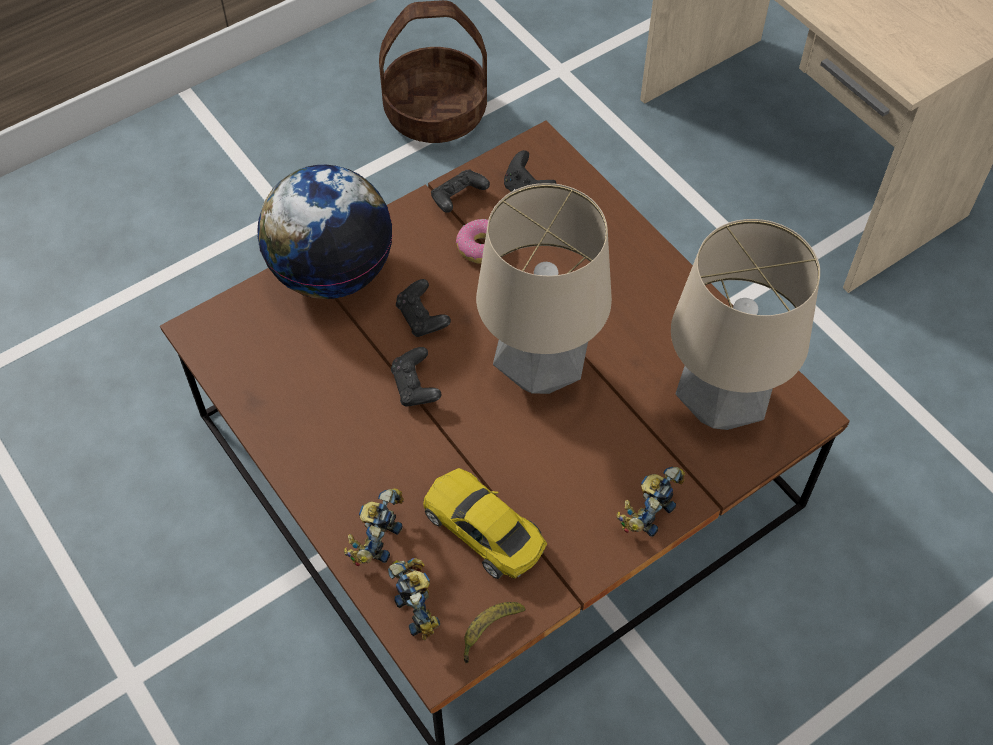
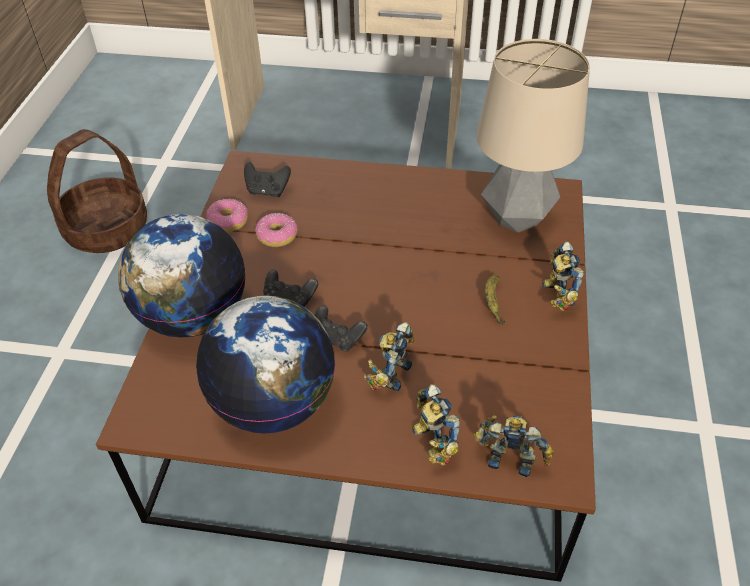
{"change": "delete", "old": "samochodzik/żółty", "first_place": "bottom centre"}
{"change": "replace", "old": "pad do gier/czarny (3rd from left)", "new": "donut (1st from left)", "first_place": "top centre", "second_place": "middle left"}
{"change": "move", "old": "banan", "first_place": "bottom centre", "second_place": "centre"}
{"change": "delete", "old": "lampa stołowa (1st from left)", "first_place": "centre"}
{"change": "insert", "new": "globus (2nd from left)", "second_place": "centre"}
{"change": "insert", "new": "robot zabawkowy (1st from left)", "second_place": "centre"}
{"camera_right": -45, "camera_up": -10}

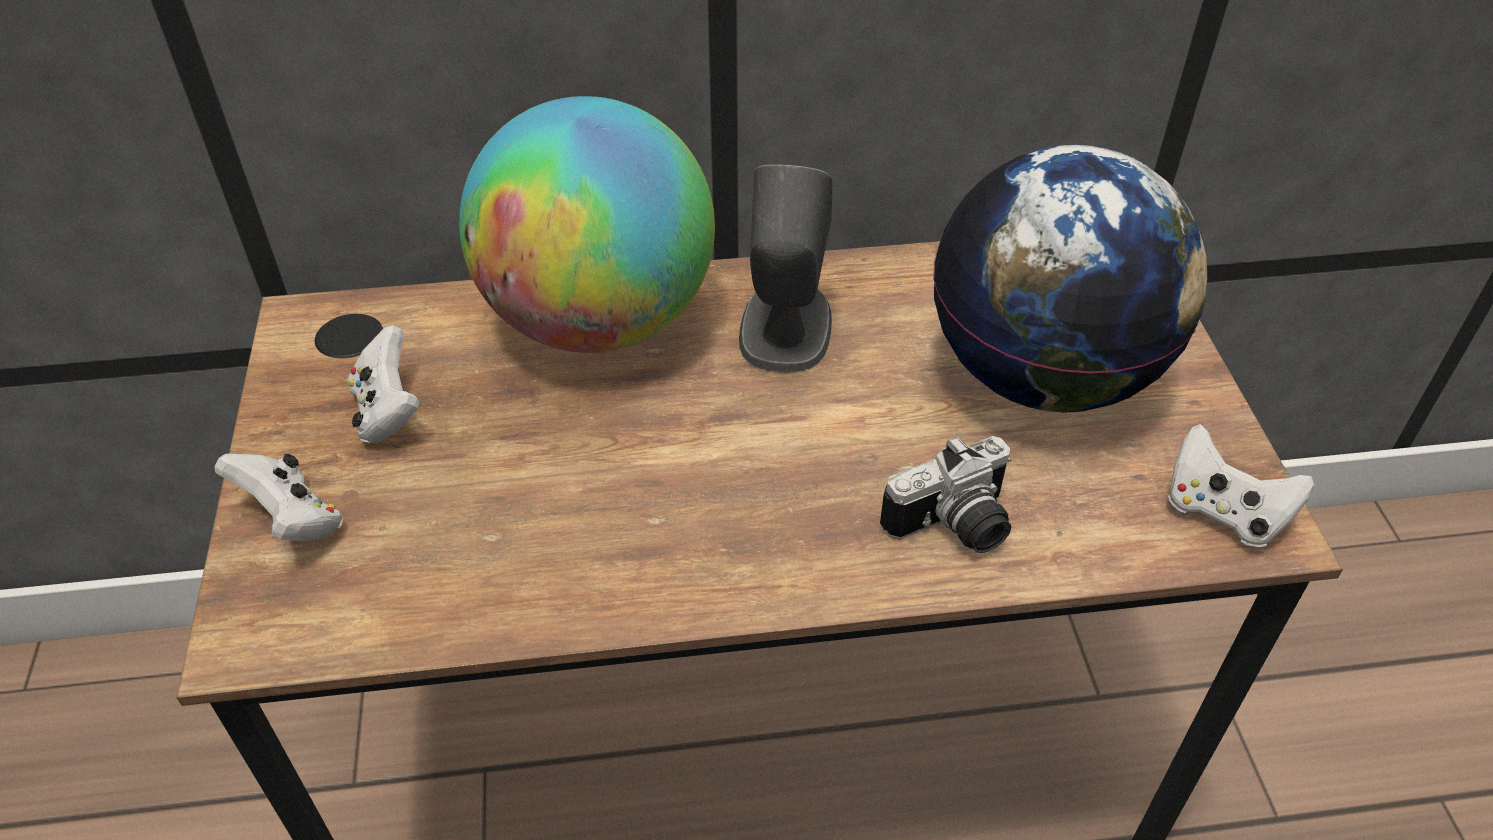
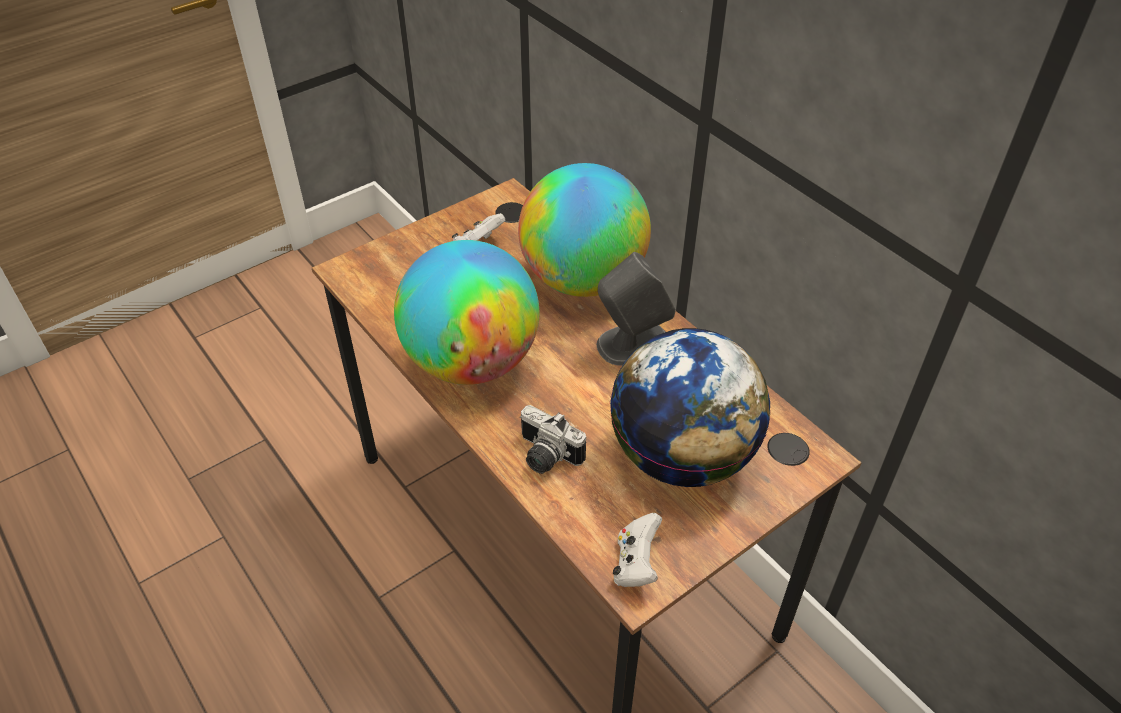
{"change": "delete", "old": "pad do gier/biały (1st from left)", "first_place": "middle left"}
{"change": "insert", "new": "globus (1st from left)", "second_place": "centre"}
{"camera_right": 60, "camera_up": 0}

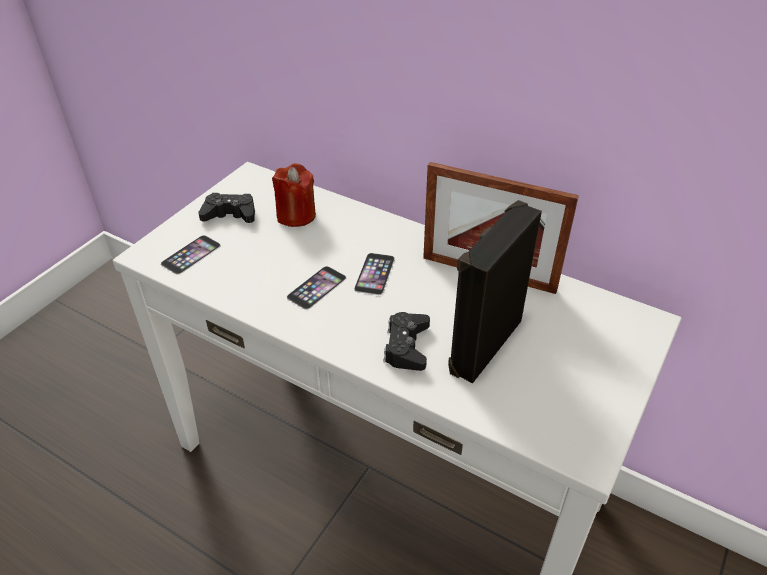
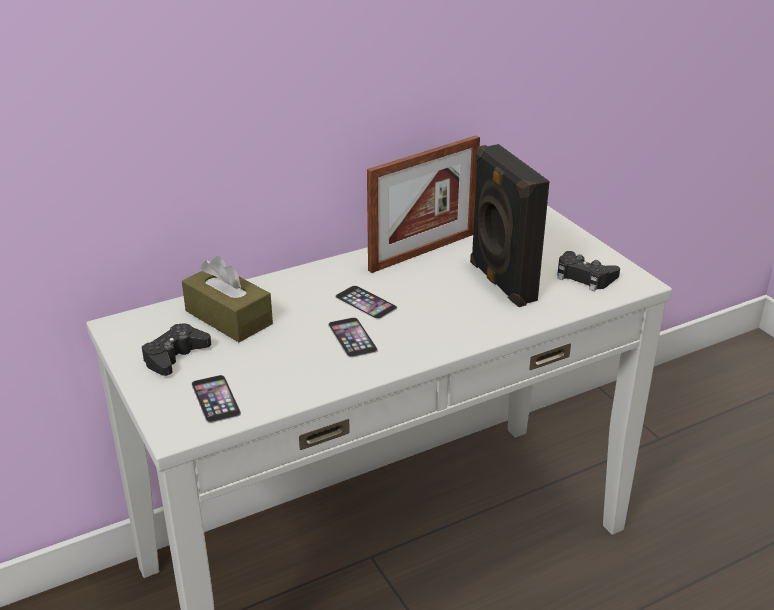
{"change": "replace", "old": "świeca/czerwony", "new": "pudełko chusteczek/brązowy", "first_place": "centre", "second_place": "middle left"}
{"change": "move", "old": "pad do gier/czarny (2nd from left)", "first_place": "centre", "second_place": "middle right"}
{"camera_right": -60, "camera_up": -10}

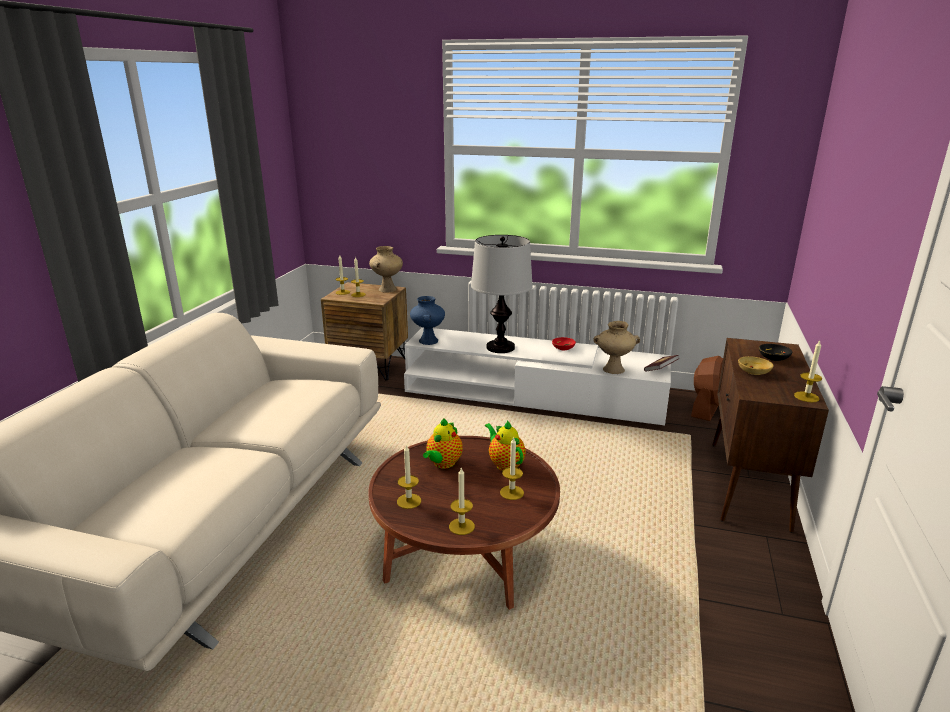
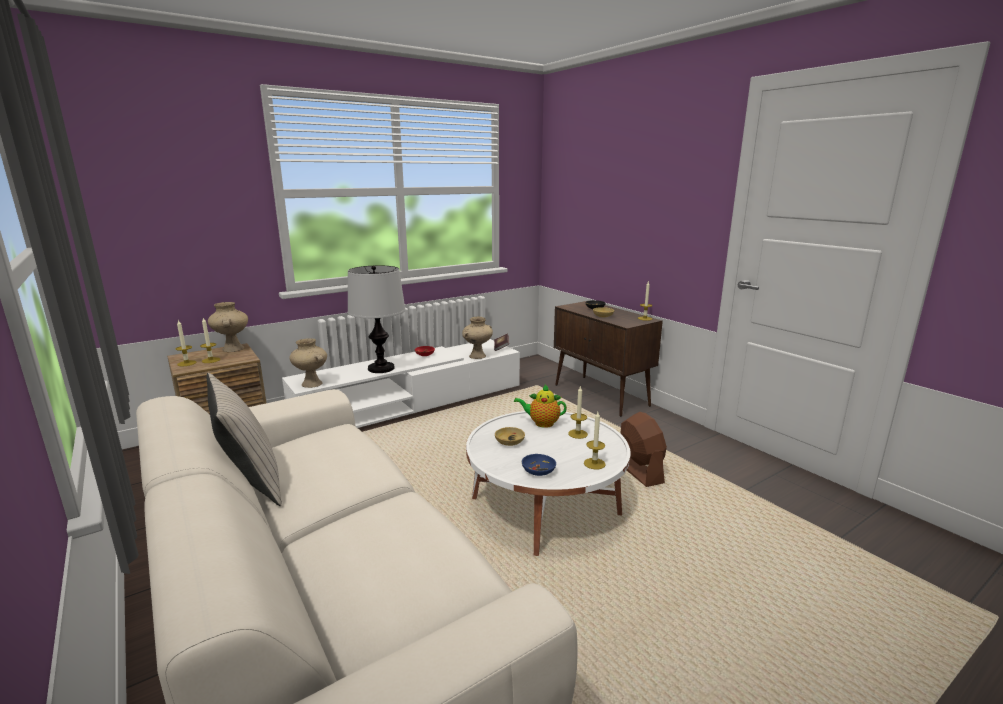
{"change": "recolor", "old": "ława/brązowy", "new": "ława/biały", "first_place": "bottom centre", "second_place": "bottom centre"}
{"change": "replace", "old": "świeca (3rd from left)", "new": "miska/niebieski", "first_place": "bottom centre", "second_place": "centre"}
{"change": "recolor", "old": "wazon/niebieski", "new": "wazon/beżowy (2nd from left)", "first_place": "centre", "second_place": "middle left"}
{"change": "replace", "old": "imbryk (1st from left)", "new": "miska/beżowy (1st from left)", "first_place": "centre", "second_place": "centre"}
{"change": "move", "old": "wentylator/brązowy", "first_place": "middle right", "second_place": "centre"}
{"change": "insert", "new": "poduszka/beżowy", "second_place": "middle left"}
{"camera_right": -50, "camera_up": -5}

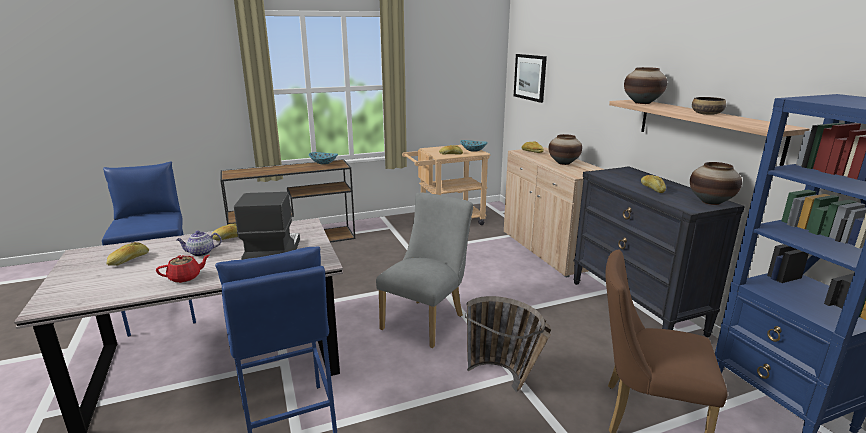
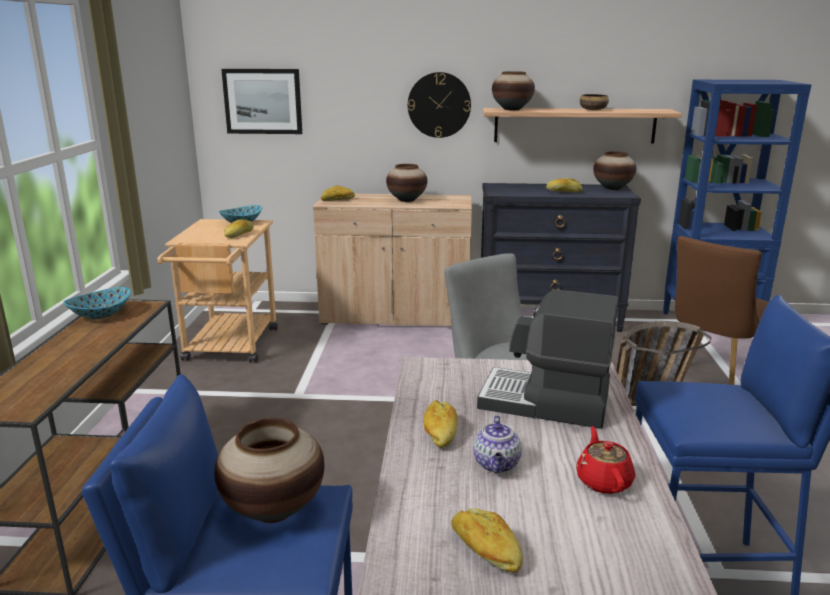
{"change": "insert", "new": "wazon (1st from left)", "second_place": "bottom left"}
{"change": "insert", "new": "zegar ścienny", "second_place": "top centre"}
{"camera_right": -65, "camera_up": 0}

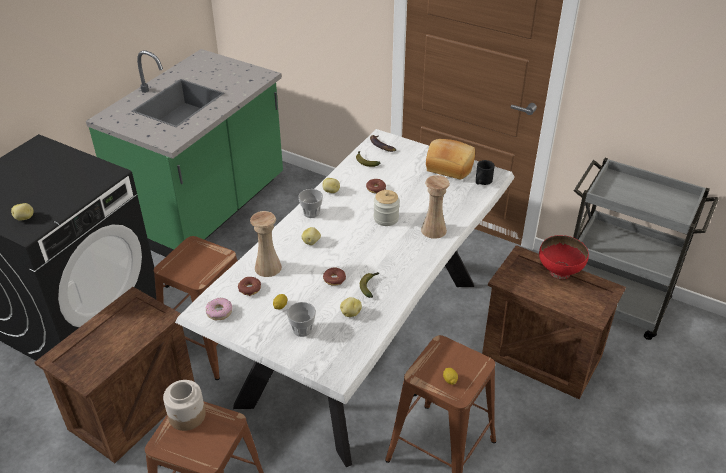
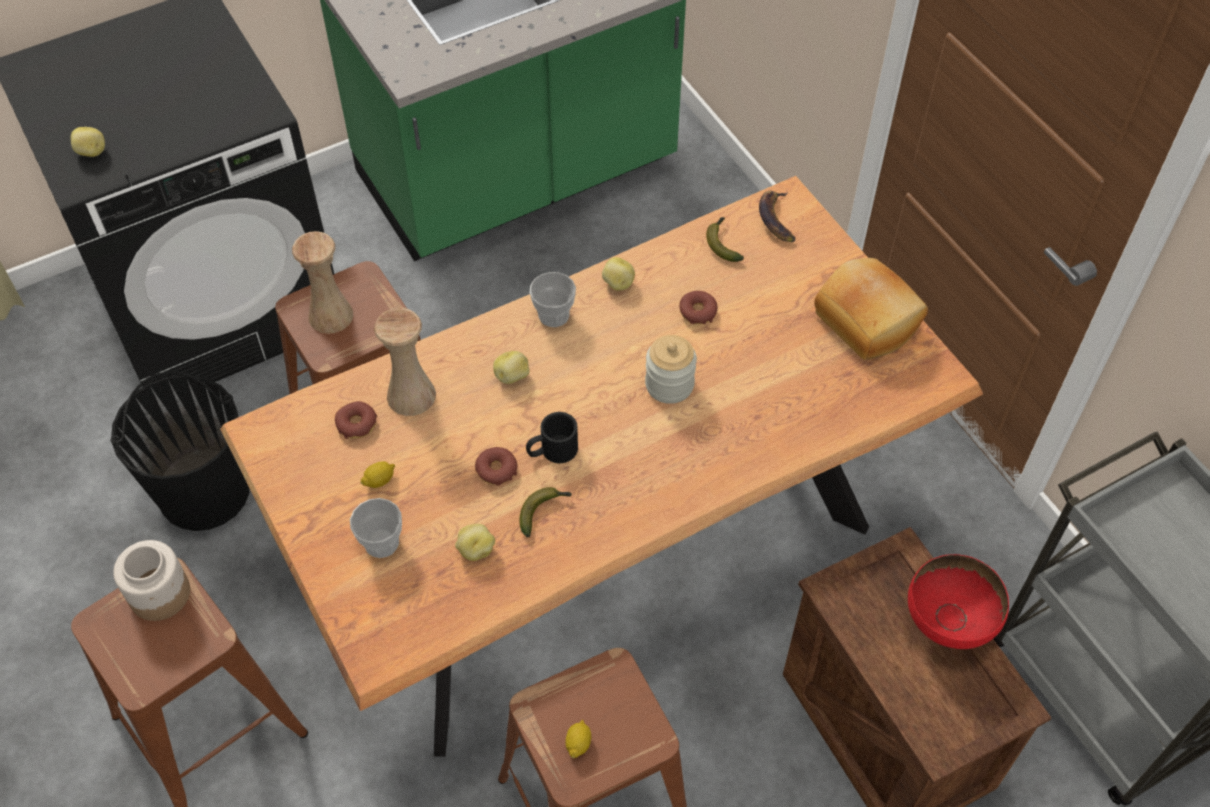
{"change": "replace", "old": "skrzynka (1st from left)", "new": "wiadro/czarny", "first_place": "bottom left", "second_place": "middle left"}
{"change": "recolor", "old": "stół jadalny/biały", "new": "stół jadalny/brązowy", "first_place": "centre", "second_place": "centre"}
{"change": "delete", "old": "donut (1st from left)", "first_place": "middle left"}
{"change": "move", "old": "wazon/beżowy (2nd from left in the first image)", "new": "wazon/beżowy (1st from left)", "first_place": "centre", "second_place": "middle left"}
{"change": "move", "old": "kubek/czarny", "first_place": "middle right", "second_place": "centre"}
{"camera_right": 30, "camera_up": 15}

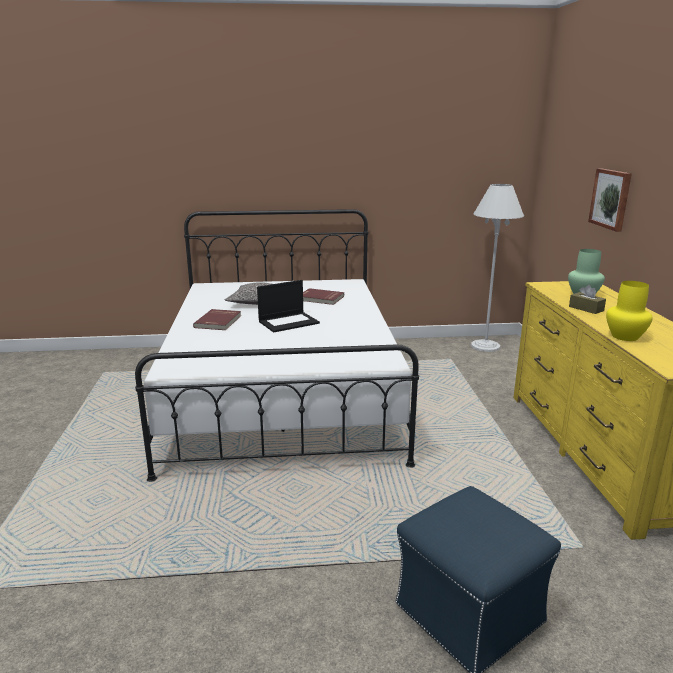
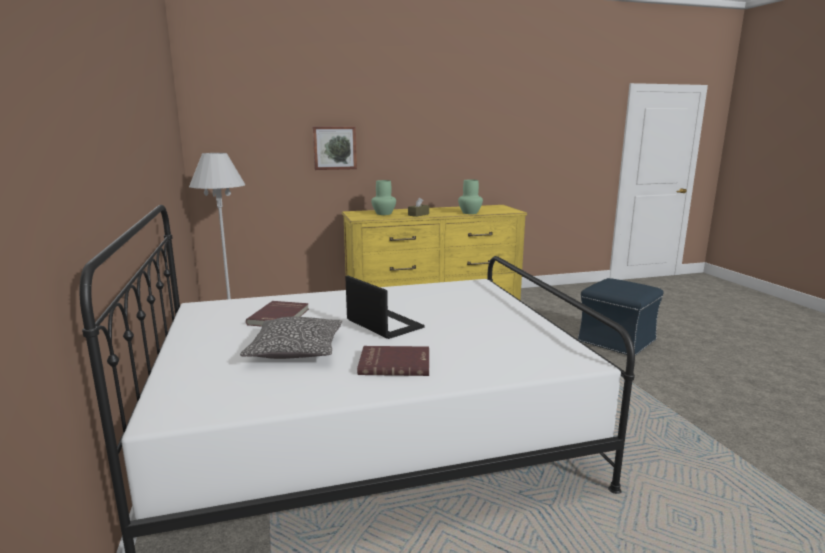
{"change": "recolor", "old": "wazon/żółty", "new": "wazon/zielony (2nd from left)", "first_place": "middle right", "second_place": "centre"}
{"camera_right": -100, "camera_up": -5}

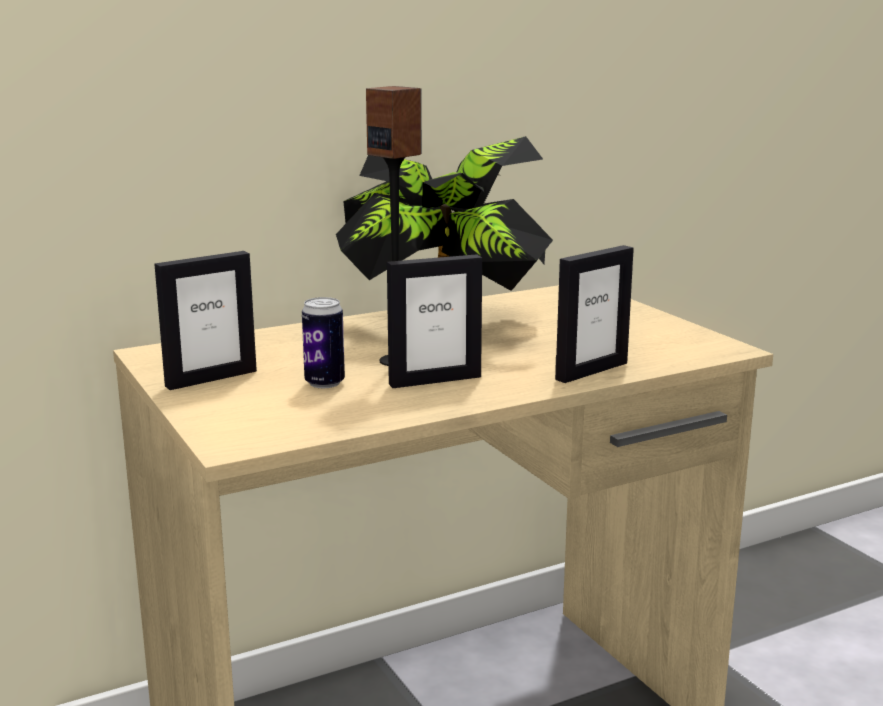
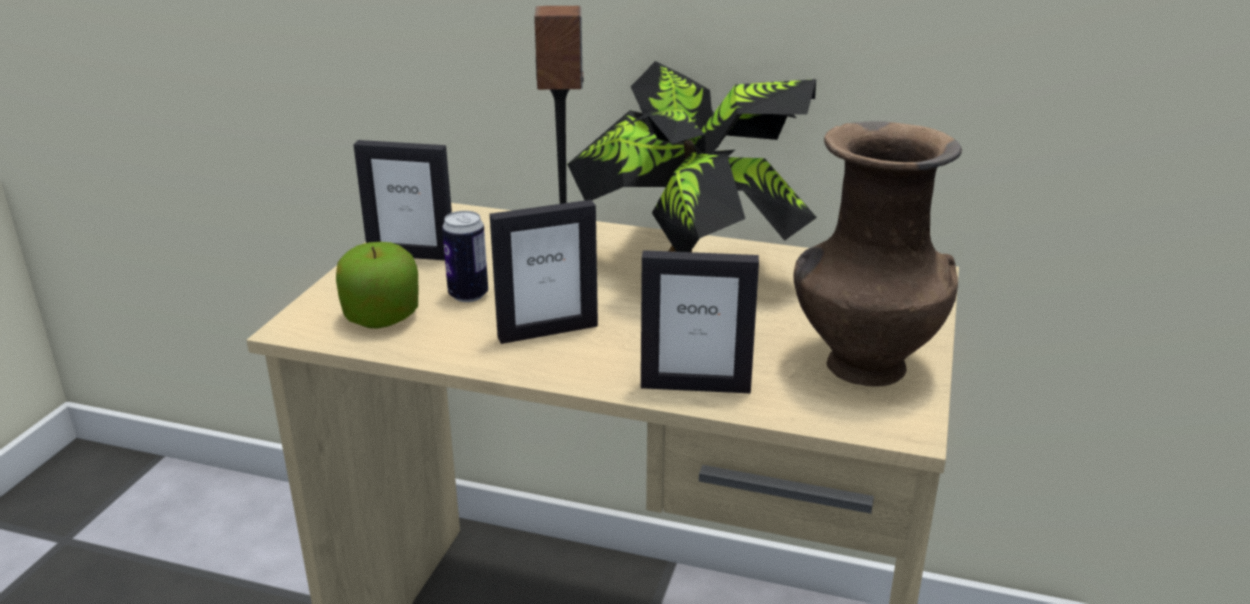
{"change": "rotate", "old": "ramka na zdjęcie (2nd from left)", "first_place": "centre", "second_place": "centre", "degrees": -45}
{"change": "insert", "new": "jabłko", "second_place": "middle left"}
{"change": "insert", "new": "wazon/brązowy", "second_place": "middle right"}
{"camera_right": 45, "camera_up": 10}

